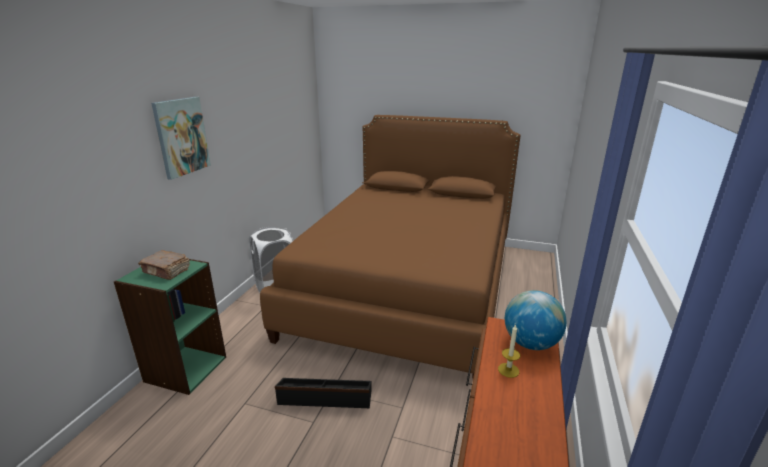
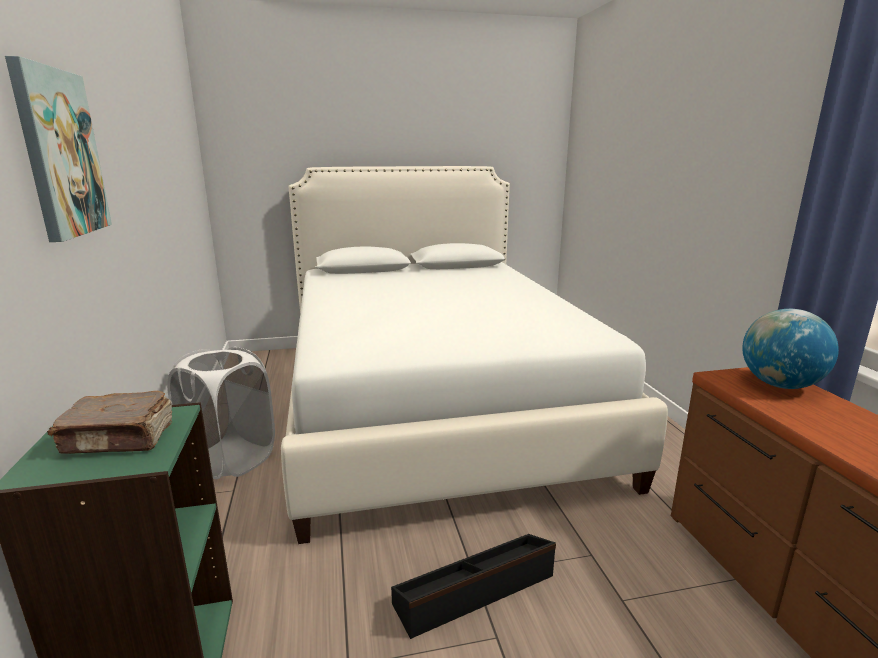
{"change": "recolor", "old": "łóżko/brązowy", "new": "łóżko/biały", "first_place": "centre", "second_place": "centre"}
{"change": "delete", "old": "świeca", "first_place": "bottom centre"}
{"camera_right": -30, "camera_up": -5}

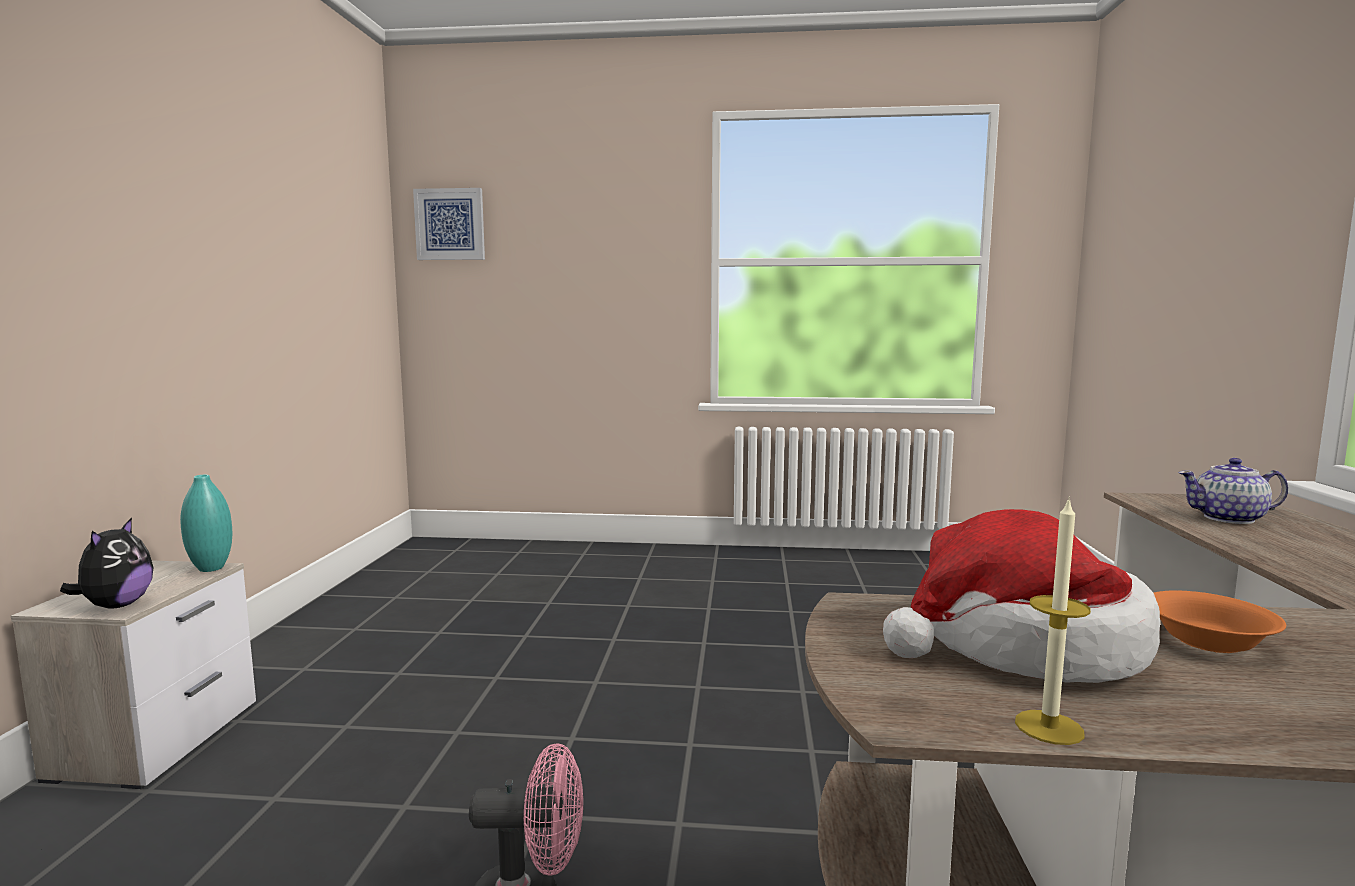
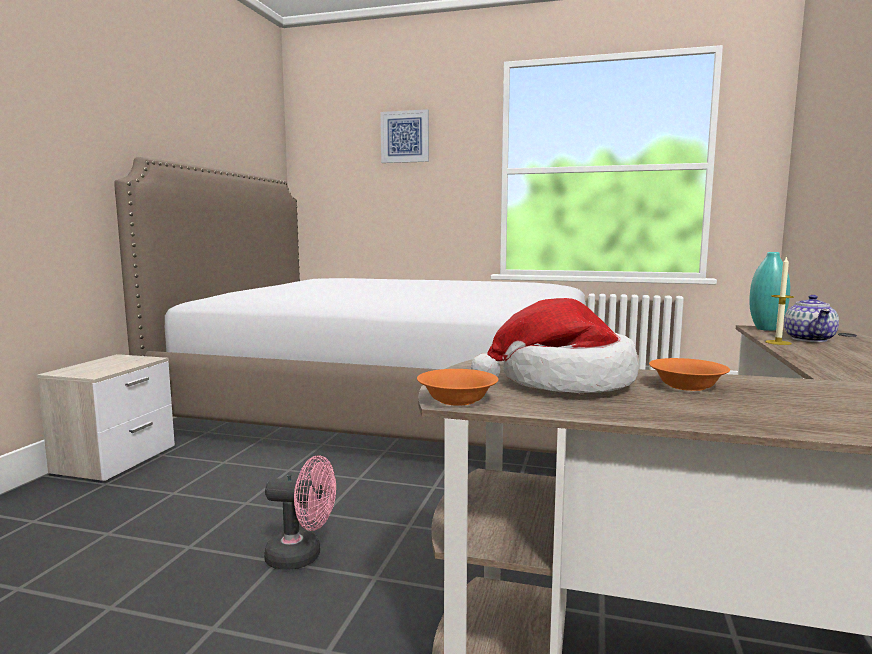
{"change": "delete", "old": "pluszak", "first_place": "middle left"}
{"change": "move", "old": "wazon/turkusowy", "first_place": "middle left", "second_place": "middle right"}
{"change": "move", "old": "obraz", "first_place": "top left", "second_place": "top centre"}
{"change": "move", "old": "świeca", "first_place": "bottom right", "second_place": "middle right"}
{"change": "rotate", "old": "imbryk", "first_place": "middle right", "second_place": "middle right", "degrees": -90}
{"change": "insert", "new": "łóżko", "second_place": "centre"}
{"change": "insert", "new": "miska/pomarańczowy (1st from left)", "second_place": "centre"}
{"camera_right": 10, "camera_up": 0}

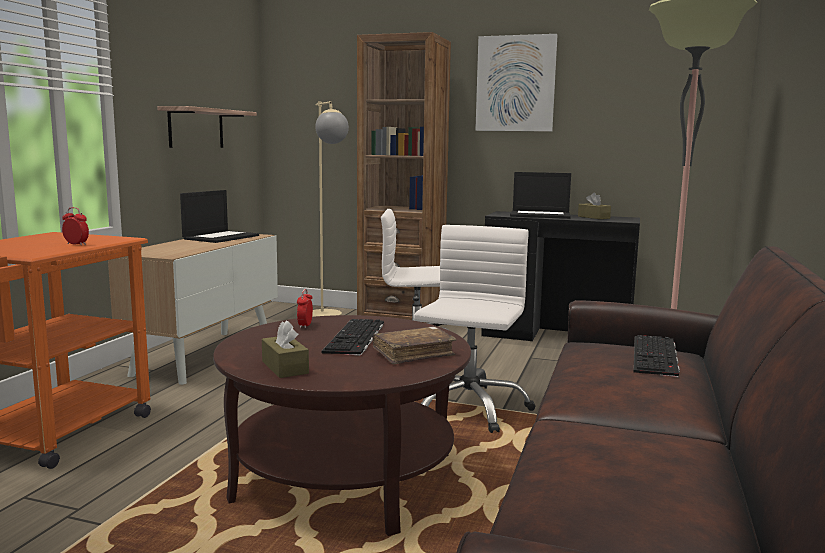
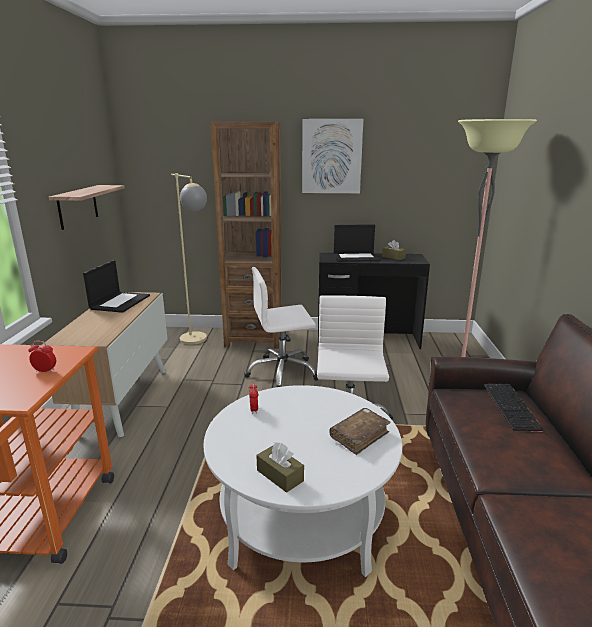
{"change": "recolor", "old": "ława/brązowy", "new": "ława/biały", "first_place": "bottom centre", "second_place": "bottom centre"}
{"change": "delete", "old": "klawiatura (1st from left)", "first_place": "centre"}
{"camera_right": -15, "camera_up": 10}

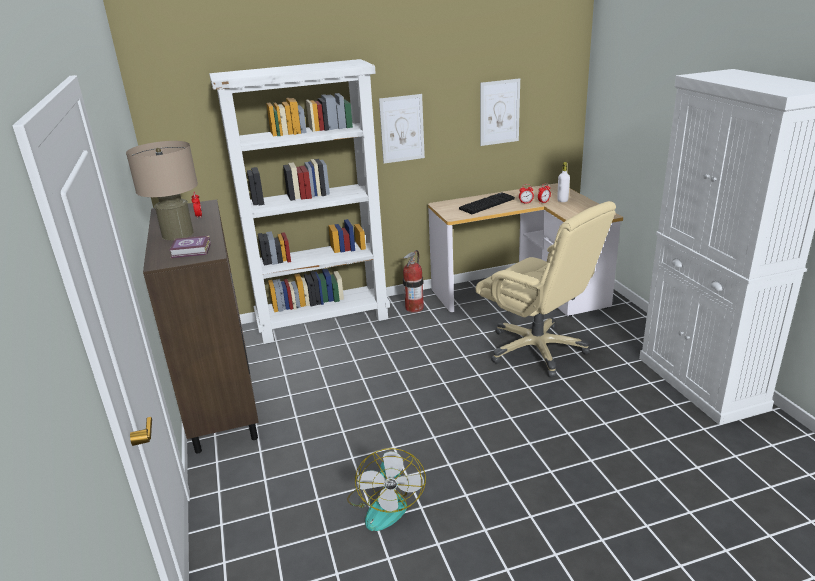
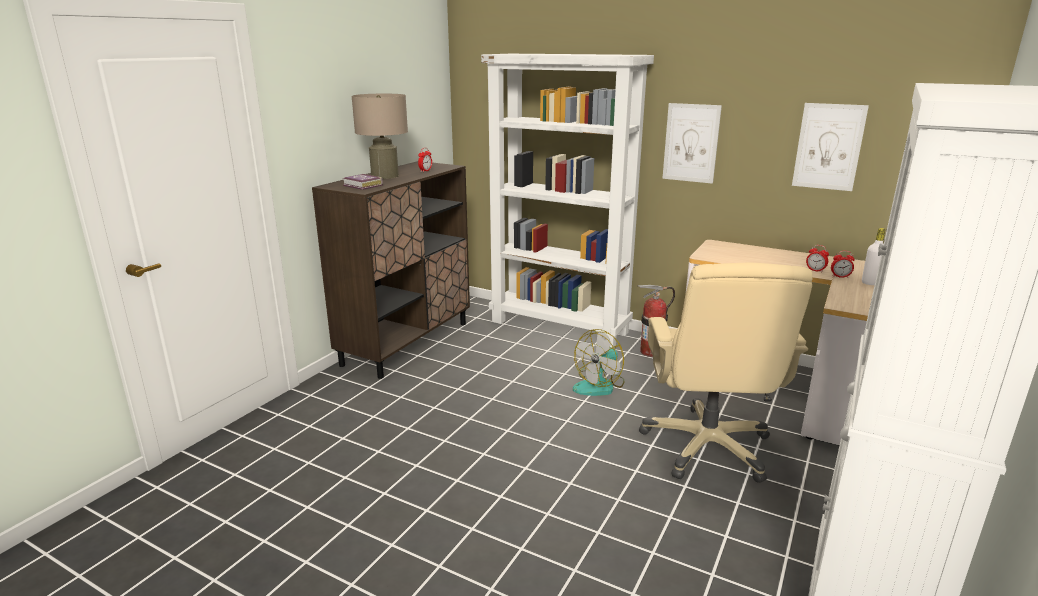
{"change": "move", "old": "wentylator", "first_place": "bottom centre", "second_place": "centre"}
{"change": "delete", "old": "klawiatura", "first_place": "centre"}
{"camera_right": 45, "camera_up": -5}

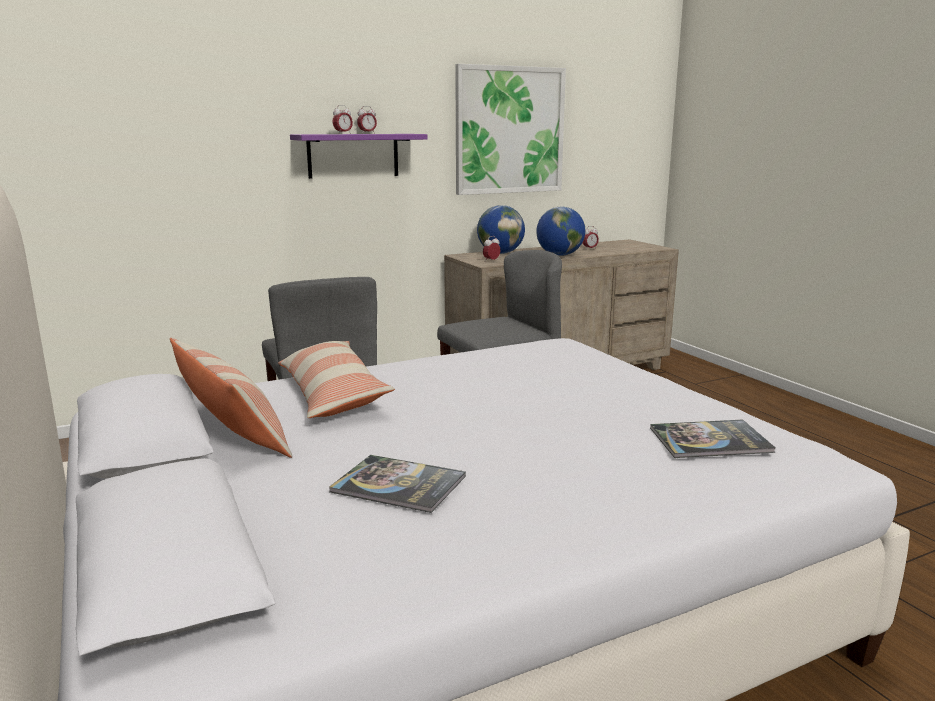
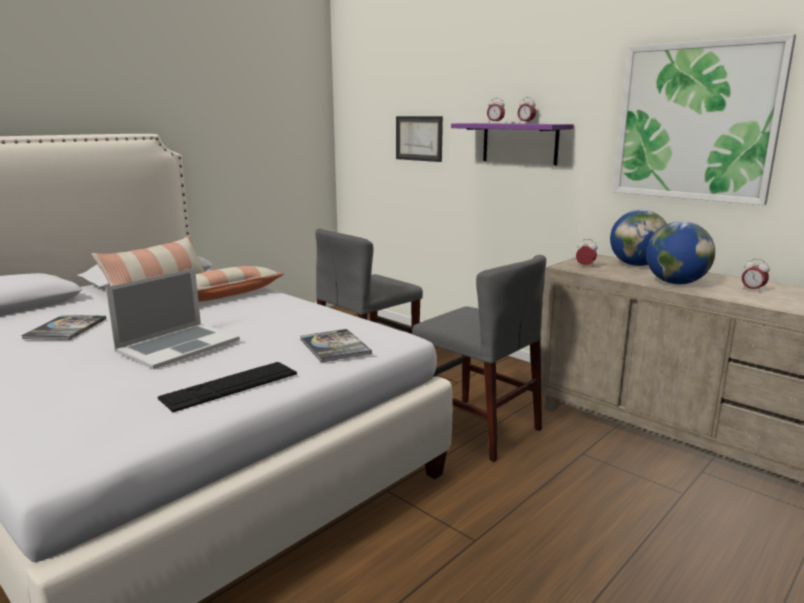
{"change": "move", "old": "książka (2nd from left)", "first_place": "middle right", "second_place": "centre"}
{"change": "insert", "new": "laptop", "second_place": "middle left"}
{"change": "insert", "new": "klawiatura", "second_place": "middle left"}
{"change": "insert", "new": "obraz (1st from left)", "second_place": "top centre"}
{"camera_right": 70, "camera_up": 0}

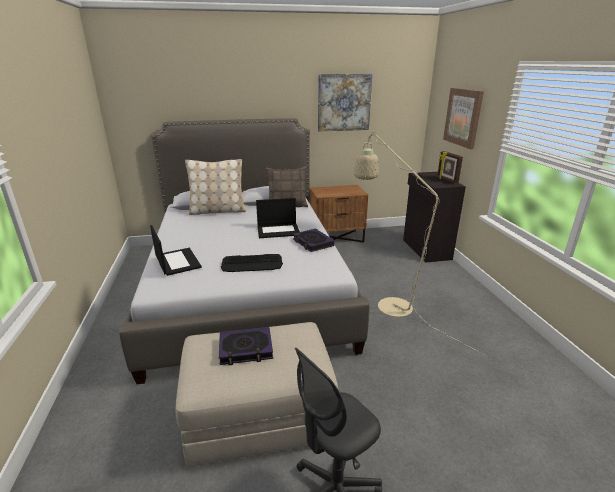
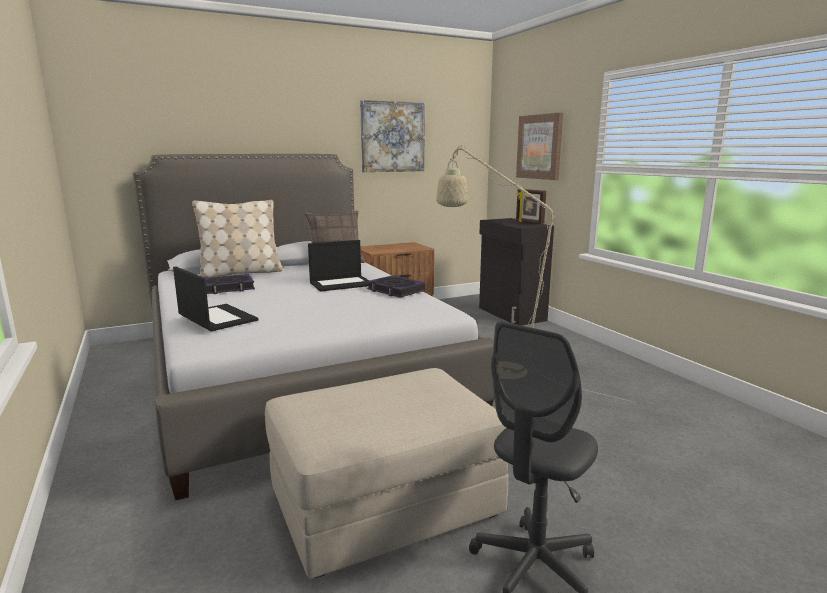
{"change": "move", "old": "książka (1st from left)", "first_place": "bottom centre", "second_place": "middle left"}
{"change": "delete", "old": "klawiatura", "first_place": "centre"}
{"camera_right": -15, "camera_up": -10}

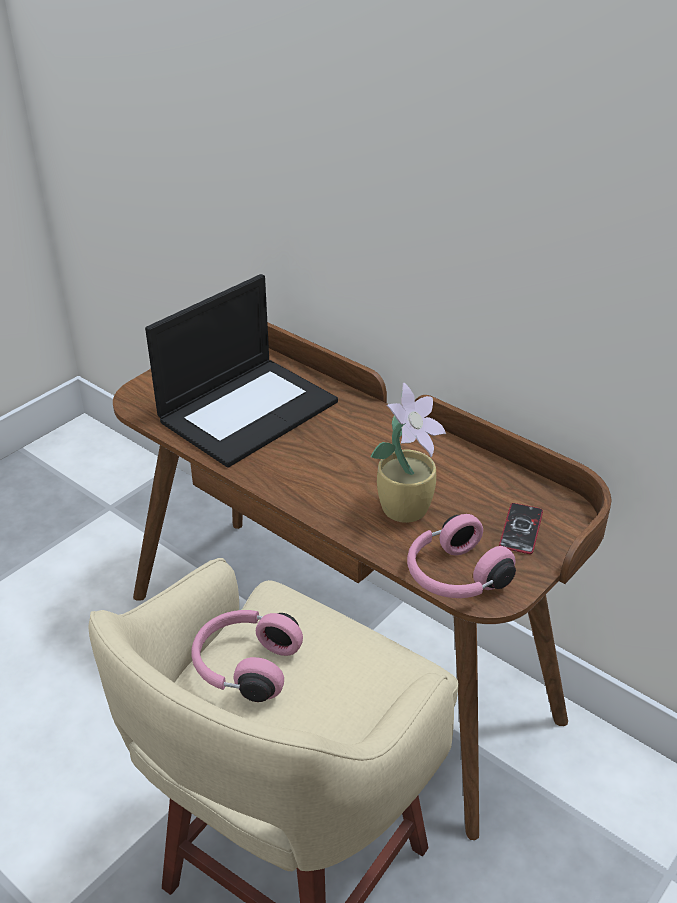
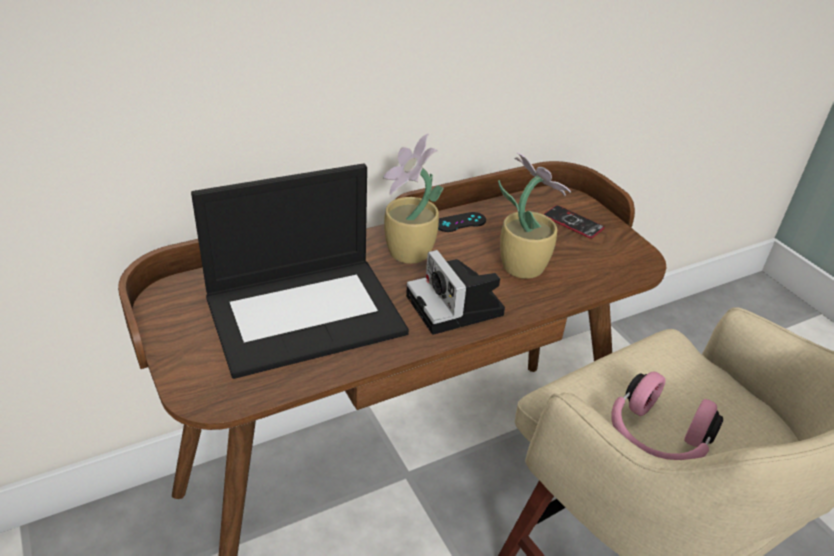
{"change": "rotate", "old": "laptop", "first_place": "centre", "second_place": "centre", "degrees": 90}
{"change": "delete", "old": "słuchawki/różowy (2nd from left)", "first_place": "middle right"}
{"change": "insert", "new": "roślina doniczkowa (1st from left)", "second_place": "centre"}
{"change": "insert", "new": "aparat fotograficzny", "second_place": "centre"}
{"change": "insert", "new": "pad do gier/czarny", "second_place": "centre"}
{"camera_right": -70, "camera_up": 0}

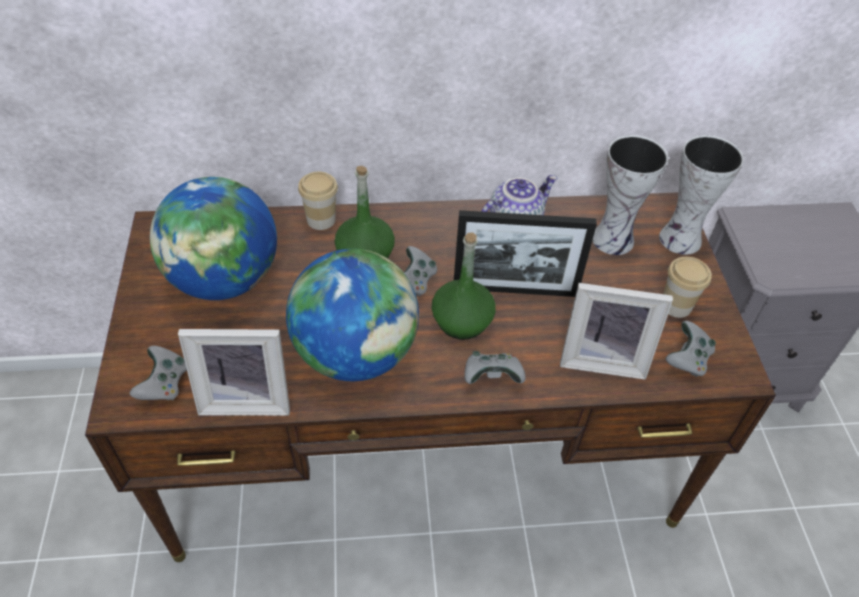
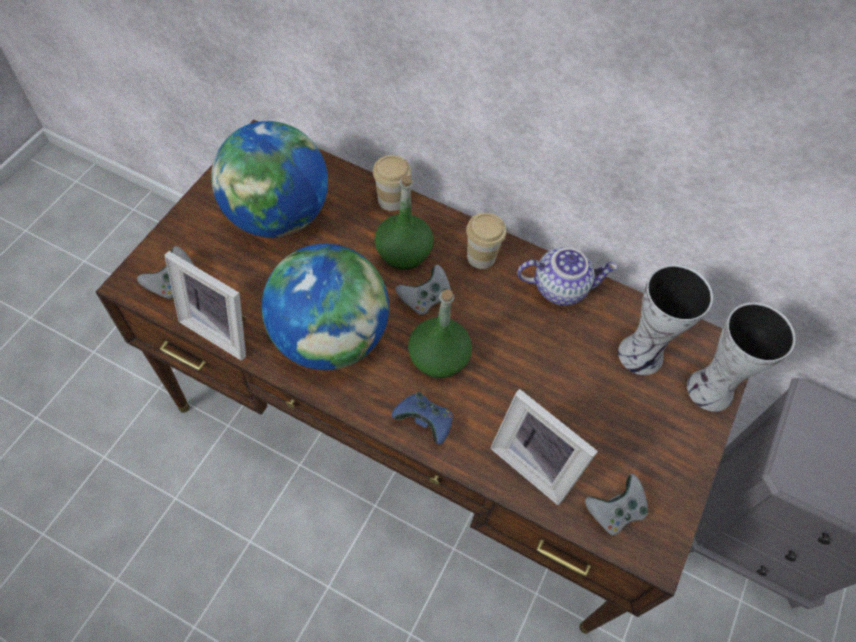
{"change": "delete", "old": "ramka na zdjęcie (2nd from left)", "first_place": "centre"}
{"change": "recolor", "old": "pad do gier/szary (3rd from left)", "new": "pad do gier/niebieski", "first_place": "centre", "second_place": "centre"}
{"change": "move", "old": "filiżanka (2nd from left)", "first_place": "middle right", "second_place": "centre"}
{"camera_right": 30, "camera_up": 10}

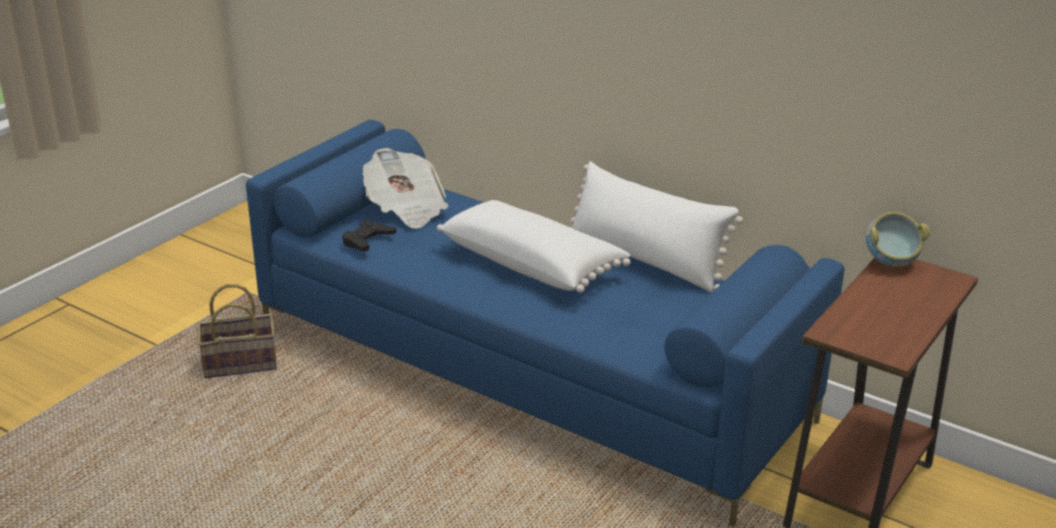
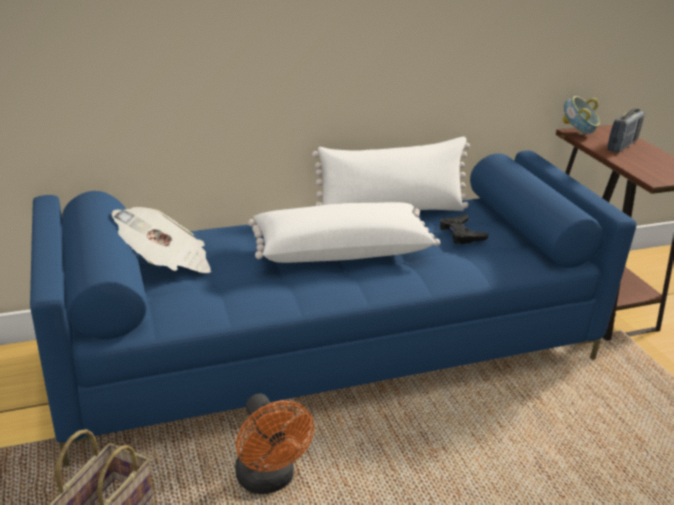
{"change": "move", "old": "pad do gier/czarny", "first_place": "centre", "second_place": "middle right"}
{"change": "insert", "new": "wentylator/pomarańczowy", "second_place": "bottom centre"}
{"change": "insert", "new": "radio", "second_place": "top right"}
{"camera_right": -55, "camera_up": 0}

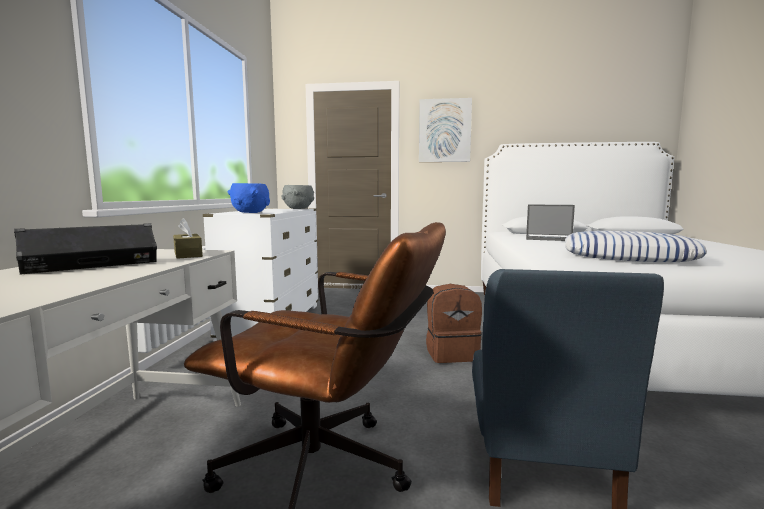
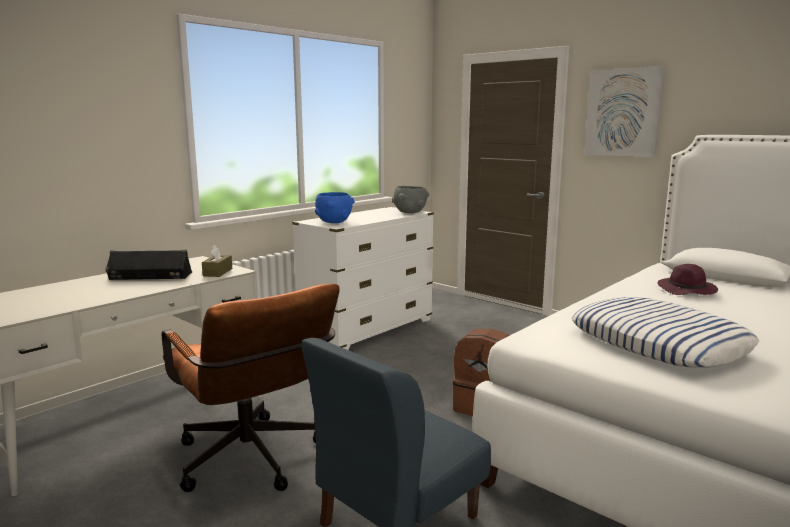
{"change": "replace", "old": "laptop", "new": "kapelusz/fioletowy", "first_place": "middle right", "second_place": "middle right"}
{"camera_right": 35, "camera_up": 5}

